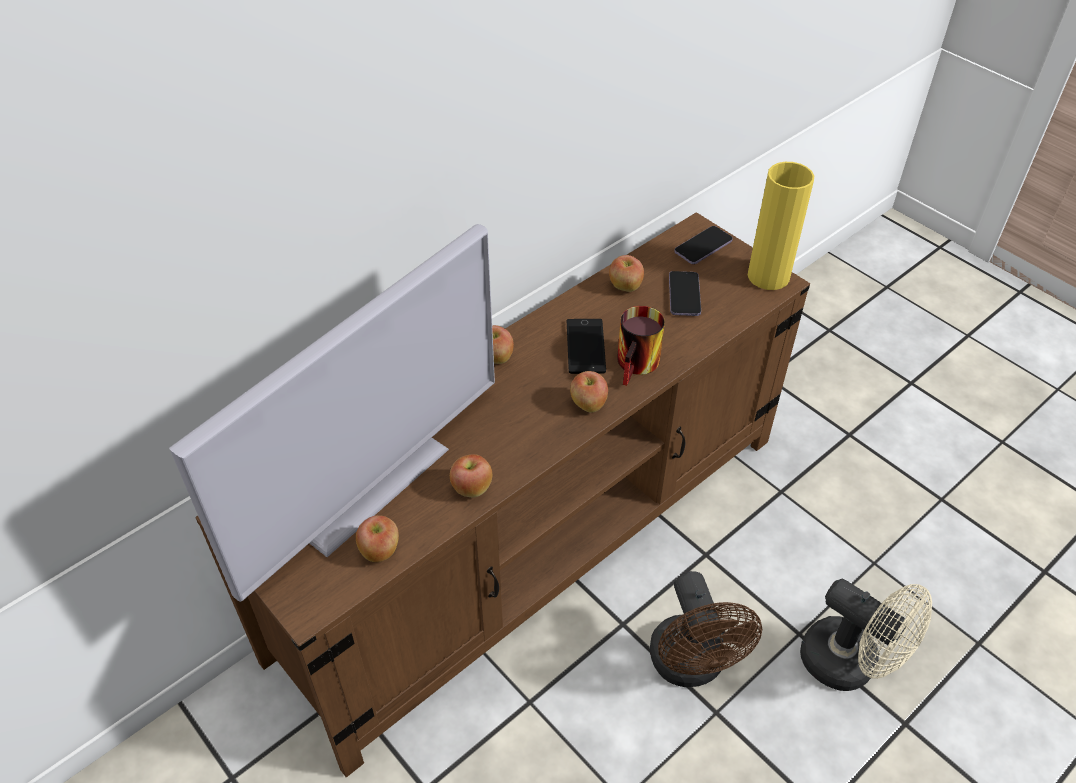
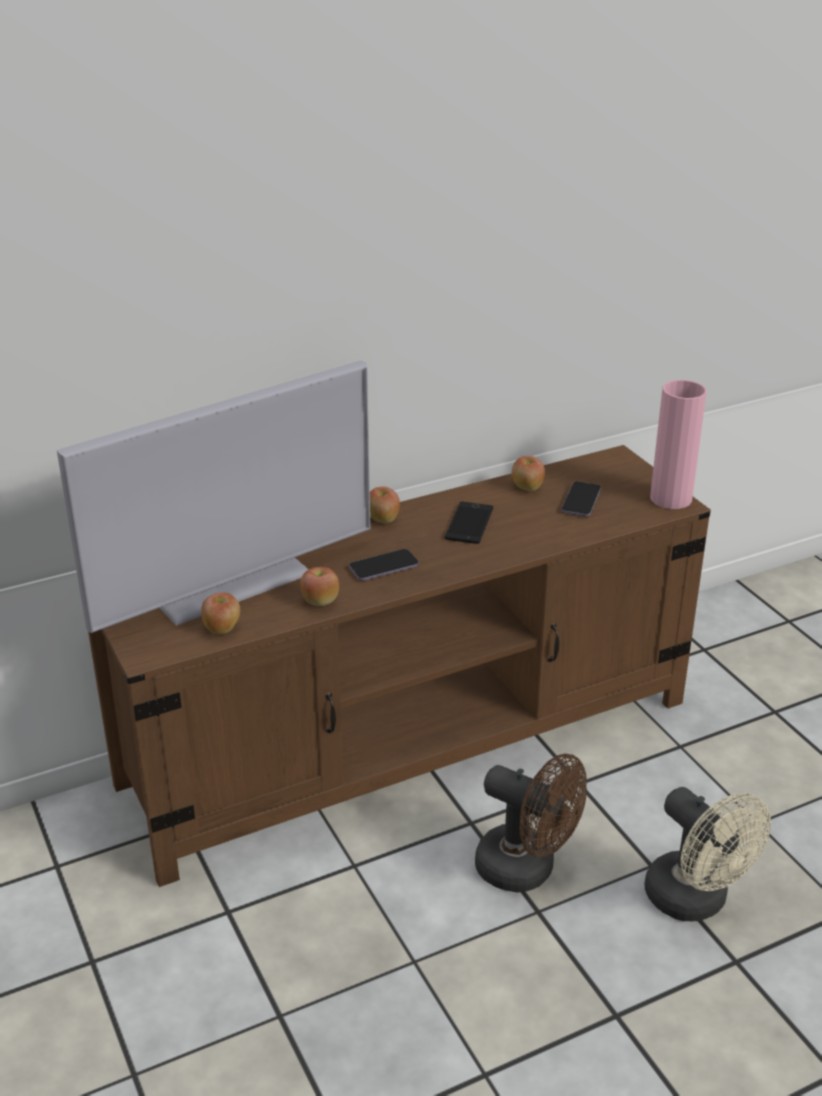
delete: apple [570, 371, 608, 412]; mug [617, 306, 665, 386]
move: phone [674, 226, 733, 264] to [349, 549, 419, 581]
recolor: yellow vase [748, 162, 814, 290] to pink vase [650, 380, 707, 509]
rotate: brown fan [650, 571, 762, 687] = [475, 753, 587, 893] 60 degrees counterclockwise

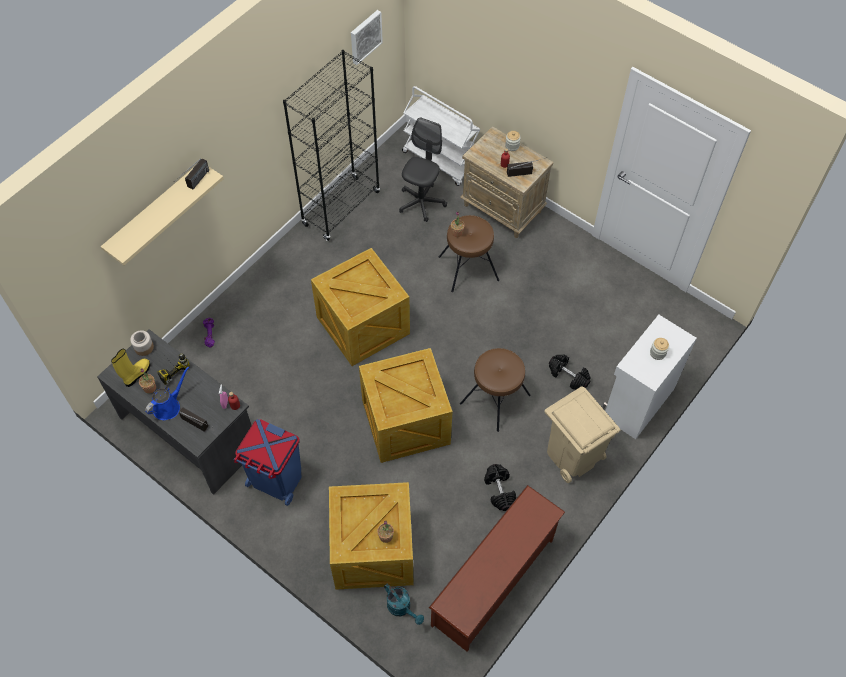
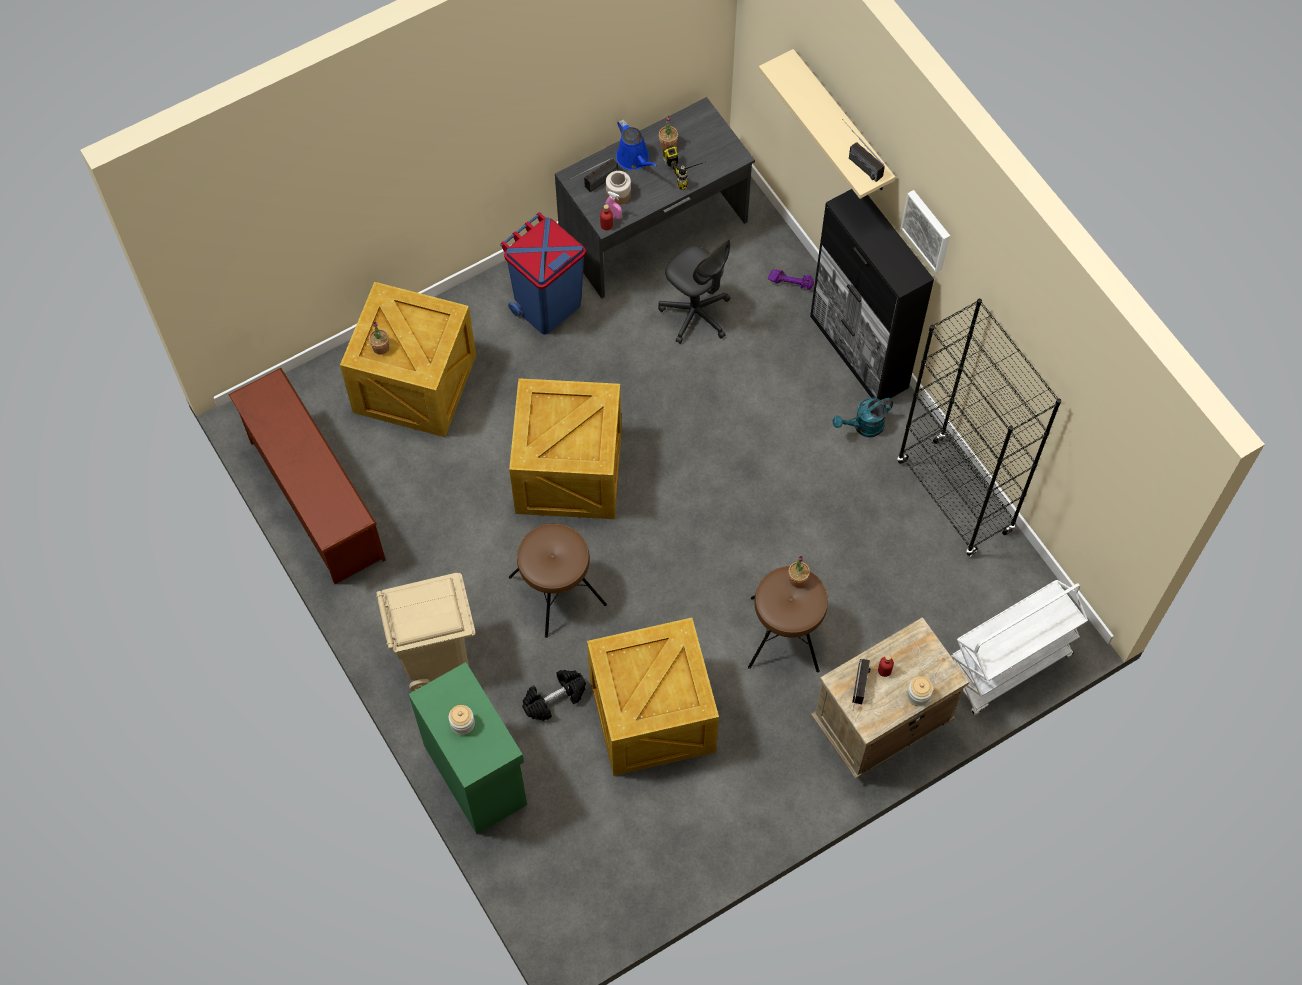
delete: yellow boot [111, 349, 151, 387]; black dumbbell [484, 464, 516, 511]
insert: black cabinet [810, 189, 934, 400]
move: jar [130, 330, 154, 356] to [606, 171, 631, 205]; crate [311, 248, 410, 366] to [587, 618, 719, 776]; picture [351, 10, 383, 65] to [901, 190, 950, 273]; turquoise watering can [384, 584, 424, 625] to [833, 398, 893, 437]; grey office chair [399, 117, 447, 222] to [658, 236, 732, 344]
recolor: white cabinet [602, 315, 697, 439] to green cabinet [408, 662, 527, 834]

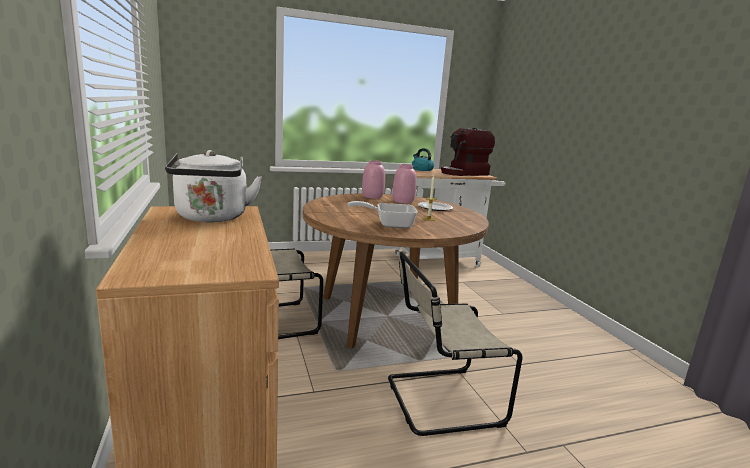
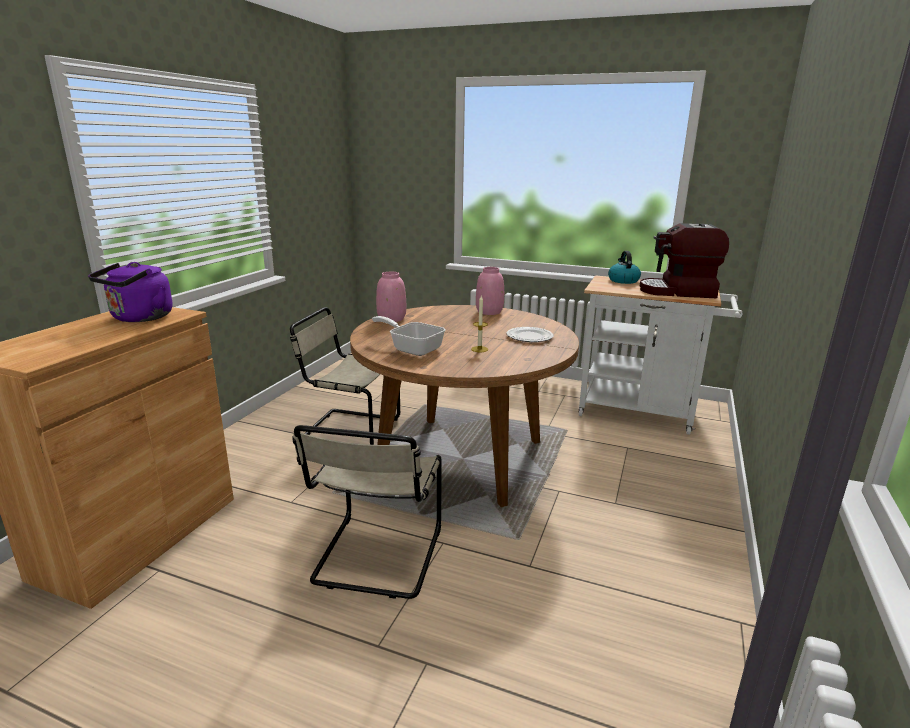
move: pink vase [392, 164, 417, 203] to [376, 272, 406, 322]
recolor: white kettle [165, 150, 262, 222] to purple kettle [88, 262, 172, 322]
rotate: beige chair [388, 252, 522, 436] = [292, 425, 442, 599] 105 degrees counterclockwise

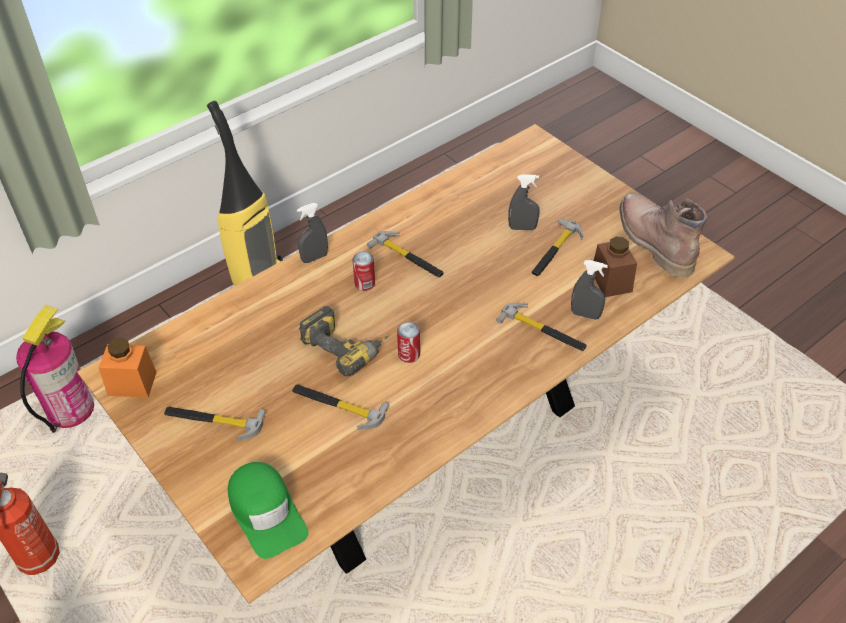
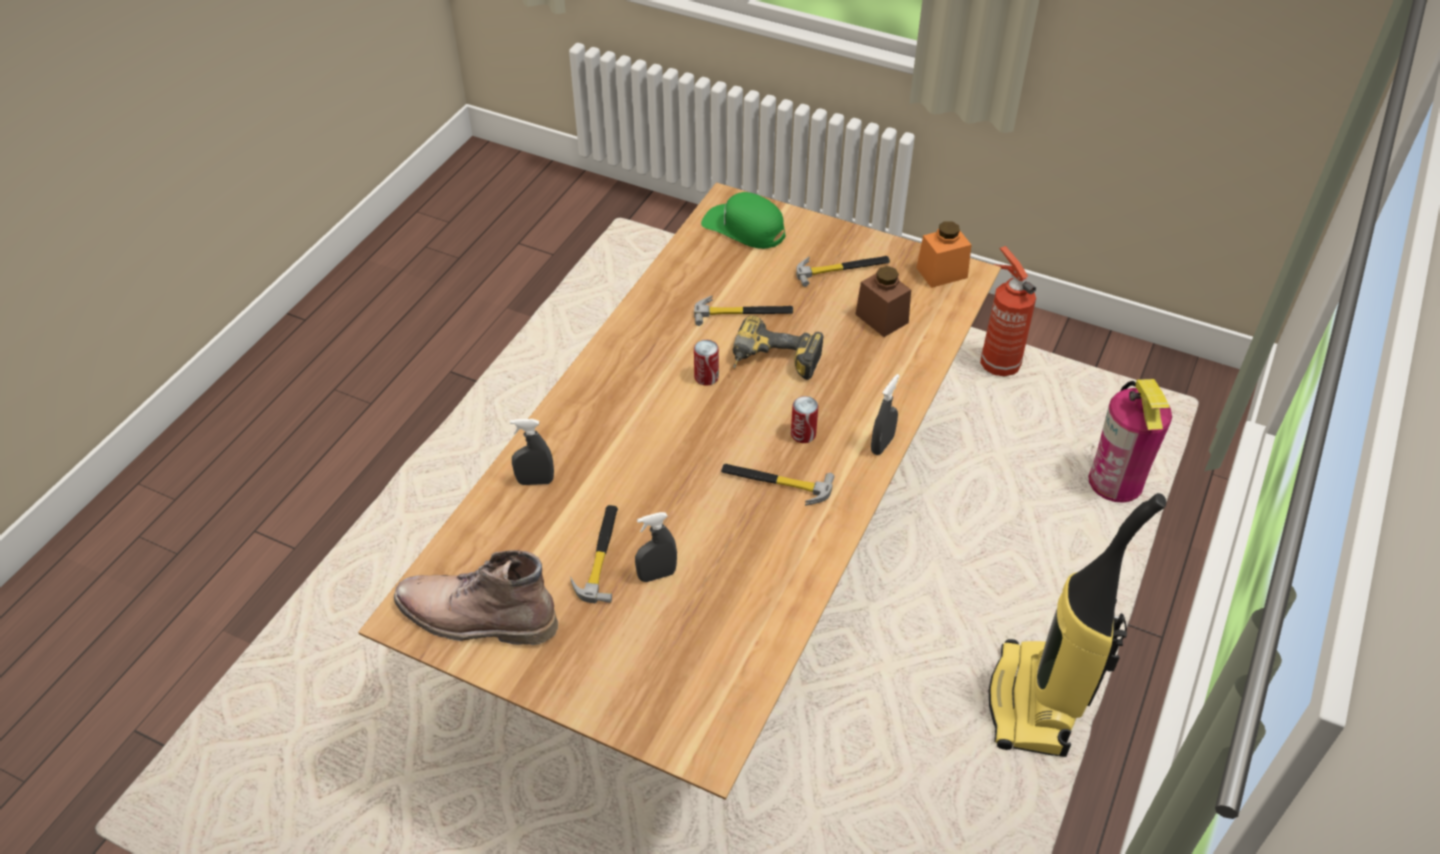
delete: hammer [496, 303, 587, 351]
move: brown jar [594, 237, 637, 297] to [855, 266, 911, 337]
rotate: brown boot [620, 193, 707, 278] = [394, 550, 558, 645] 150 degrees clockwise

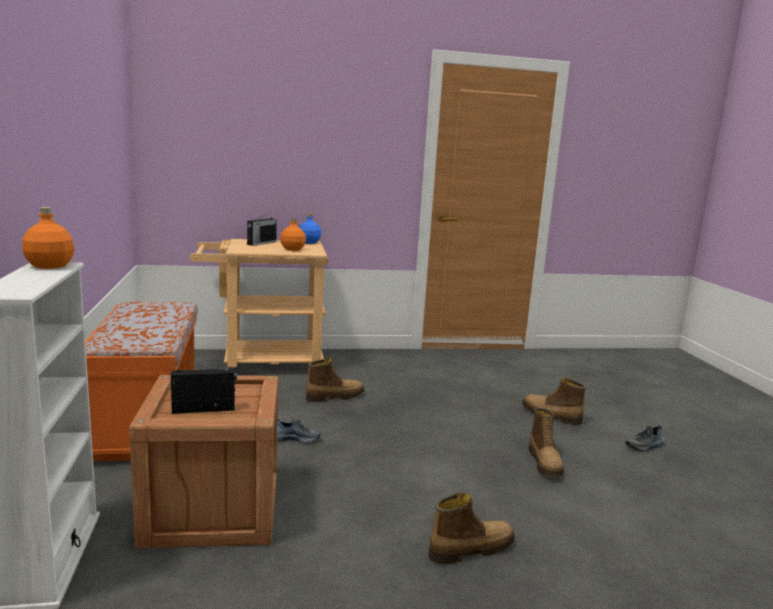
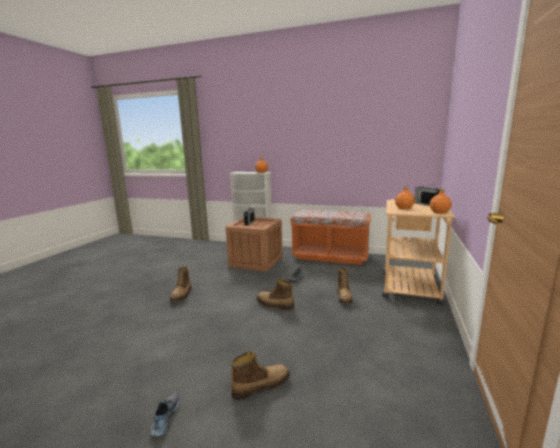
move: boot [528, 407, 564, 477] to [257, 279, 294, 310]
recolor: blue bottle [299, 213, 321, 244] to orange bottle [430, 188, 452, 214]

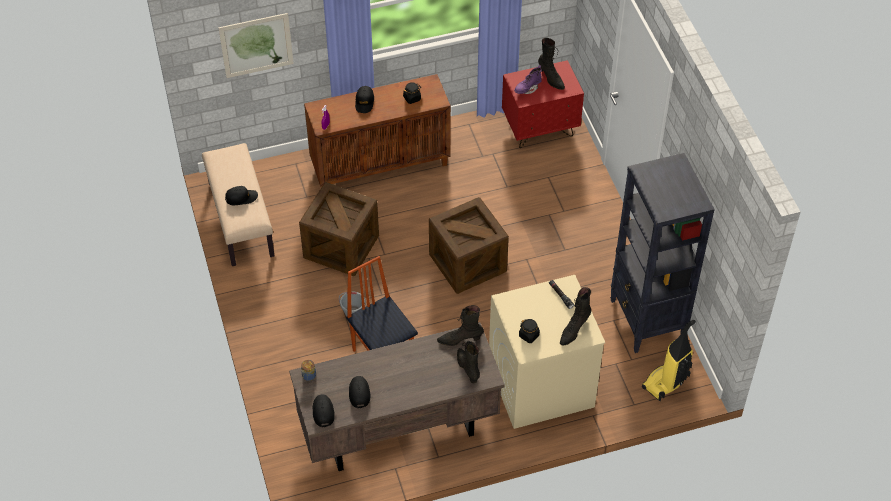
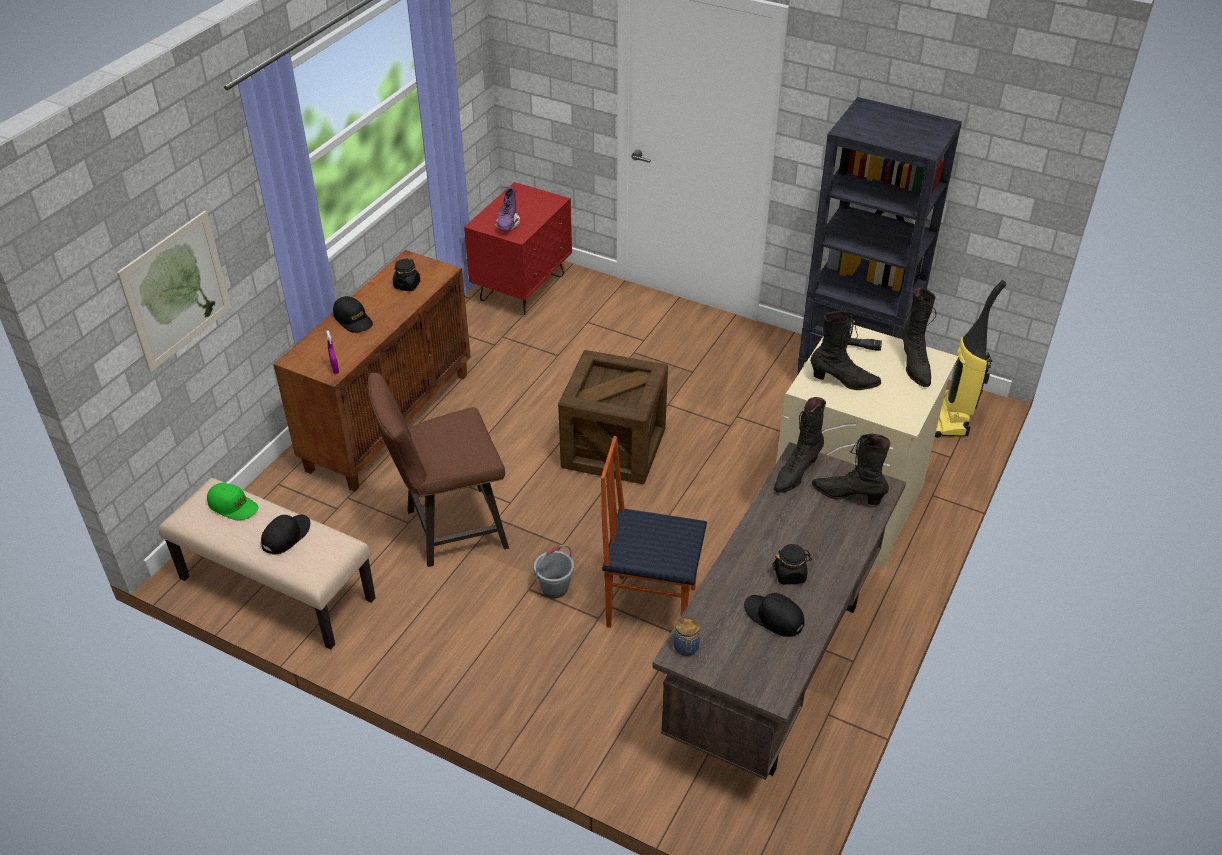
delete: black cap [313, 394, 335, 427]
insert: green cap [207, 483, 259, 520]
move: black jar [519, 319, 540, 343] to [773, 544, 812, 585]; black boot [538, 38, 565, 90] to [810, 311, 881, 390]
replace: crate [299, 182, 379, 276] to brown stool [368, 373, 509, 567]

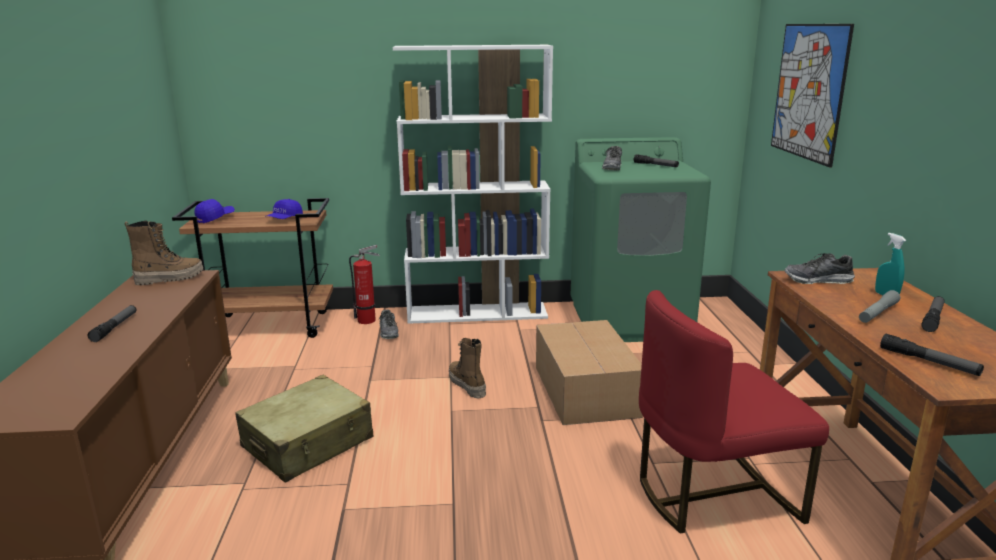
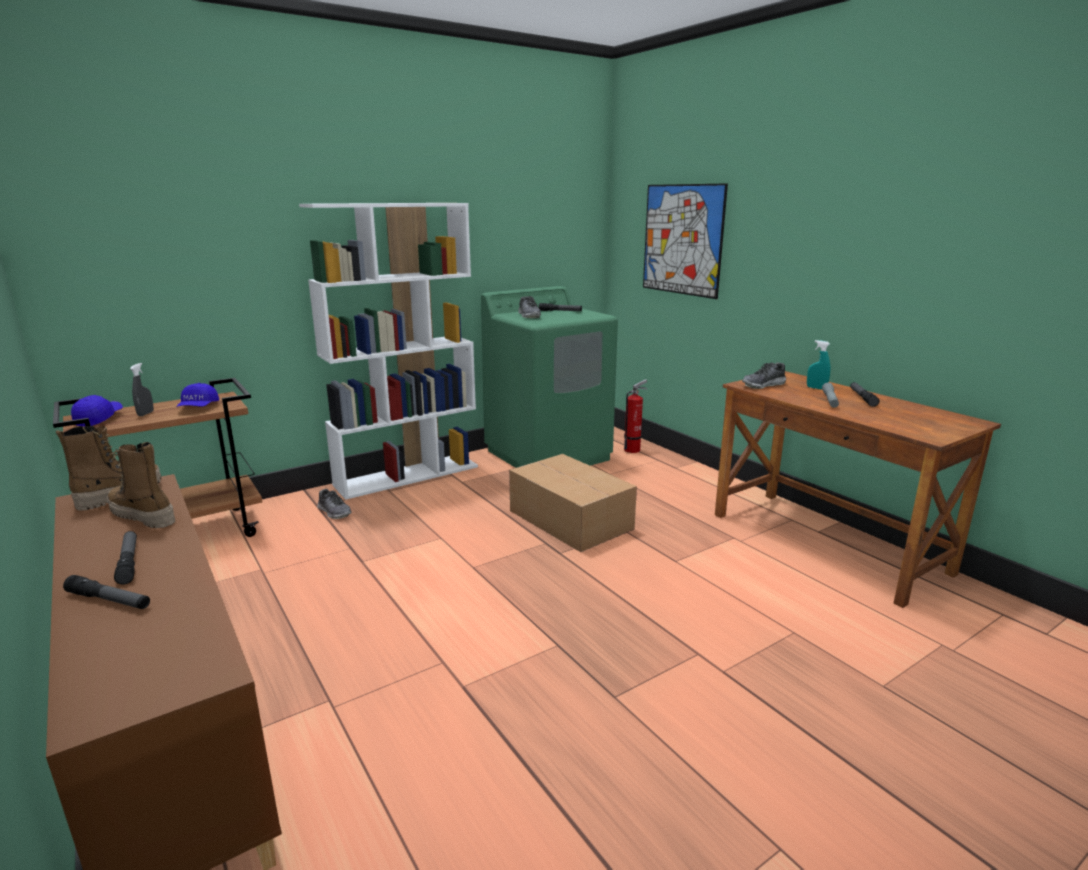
delete: beige suitcase [235, 375, 373, 483]; red chair [639, 290, 829, 534]
insert: grey spray bottle [130, 363, 154, 416]
move: fire extinguisher [349, 245, 380, 324] to [624, 379, 647, 453]; boot [449, 338, 486, 399] to [107, 442, 175, 528]; flashlight [880, 334, 984, 376] to [63, 575, 150, 609]

